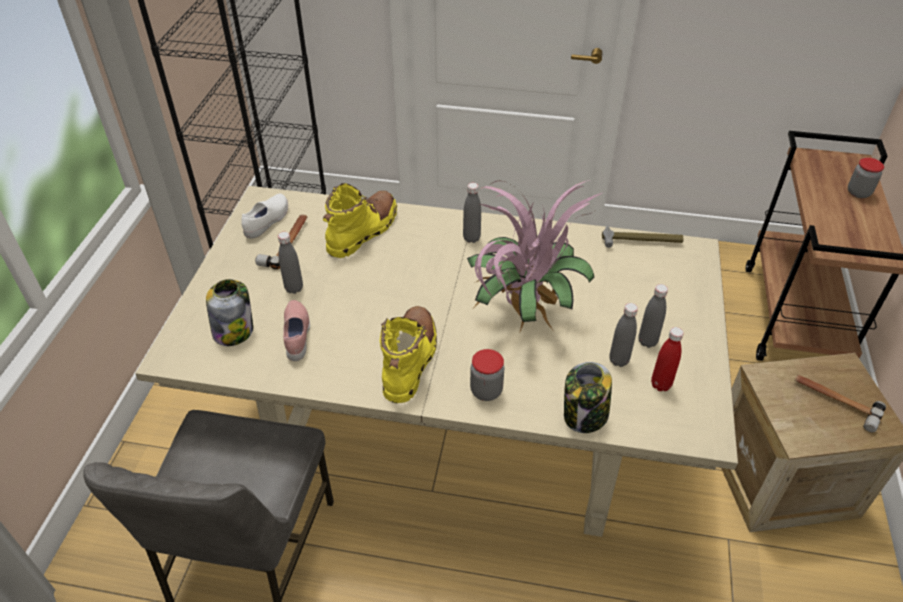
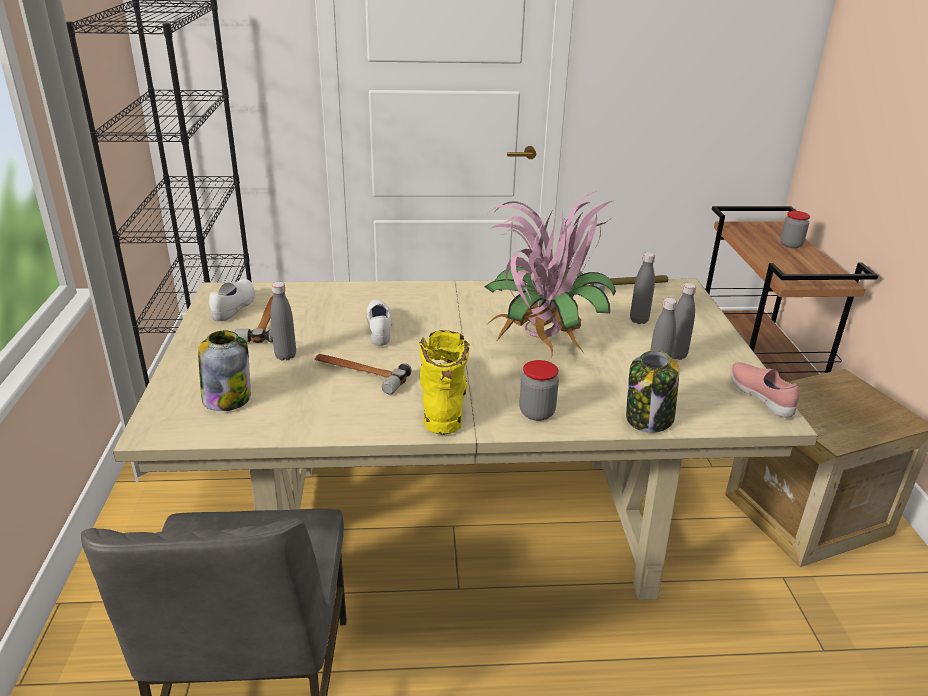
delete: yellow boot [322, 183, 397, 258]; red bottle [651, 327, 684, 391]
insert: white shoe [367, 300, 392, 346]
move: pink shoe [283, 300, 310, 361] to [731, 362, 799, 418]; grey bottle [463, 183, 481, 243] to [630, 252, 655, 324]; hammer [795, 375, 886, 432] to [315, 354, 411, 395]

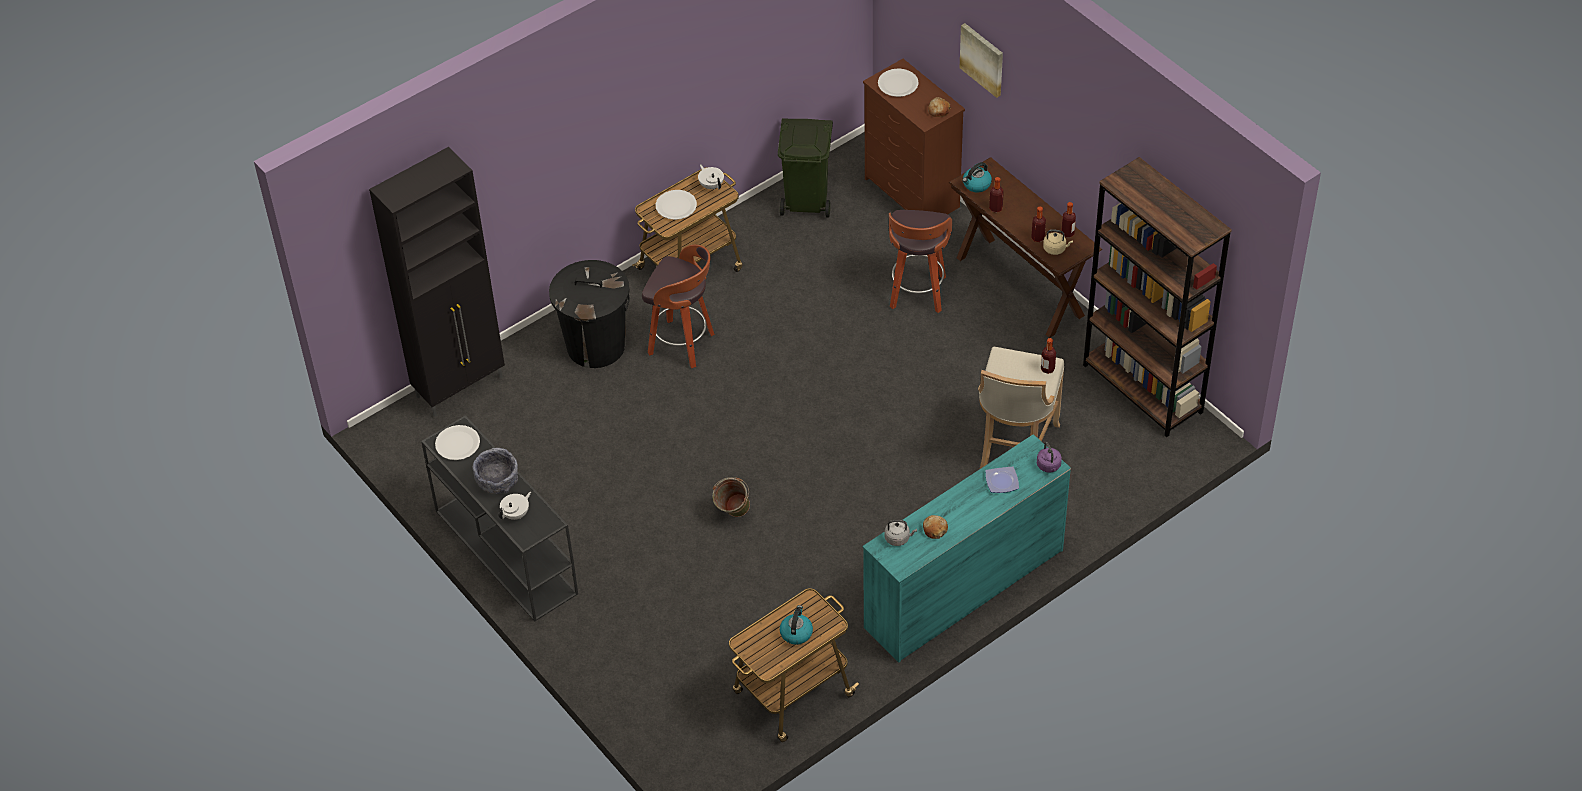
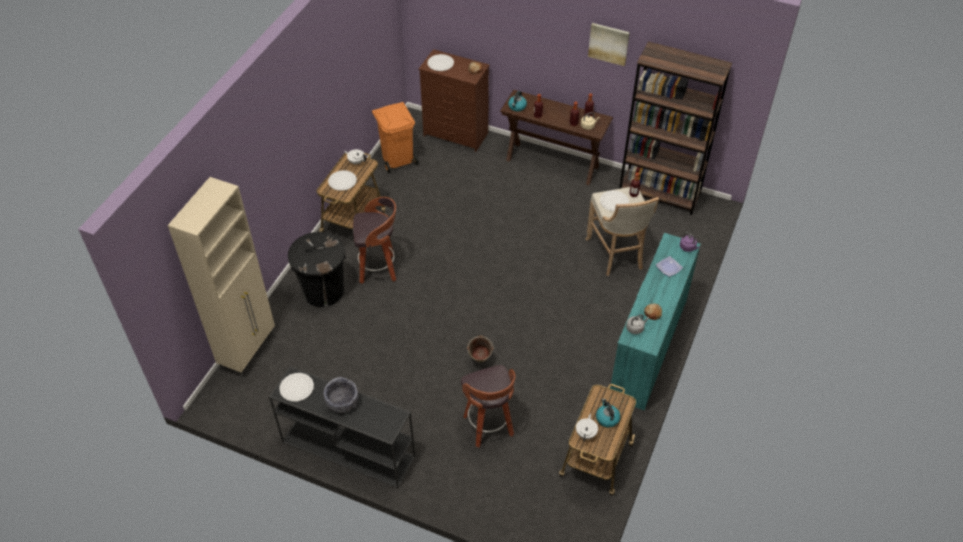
insert: white plate [600, 190, 629, 211]
move: white teapot [498, 492, 531, 520] to [576, 414, 598, 442]; stool [888, 210, 952, 313] to [461, 365, 515, 447]; picture [960, 23, 1003, 98] to [588, 23, 630, 66]
recolor: black cabinet [369, 147, 505, 417] to beige cabinet [168, 177, 275, 379]; green trash can [778, 118, 833, 218] to orange trash can [372, 102, 418, 173]

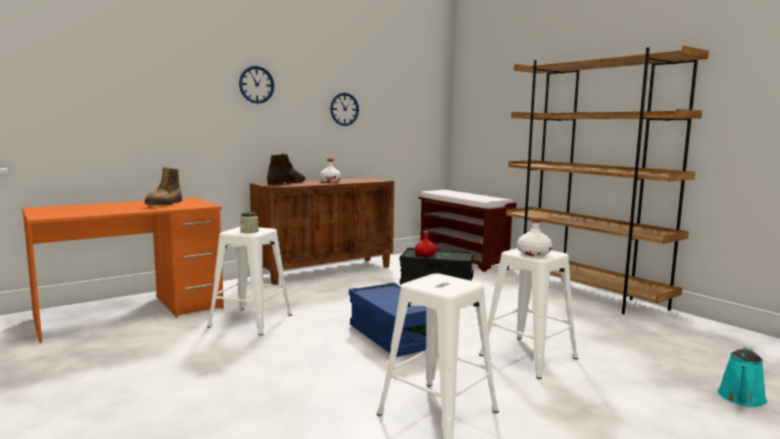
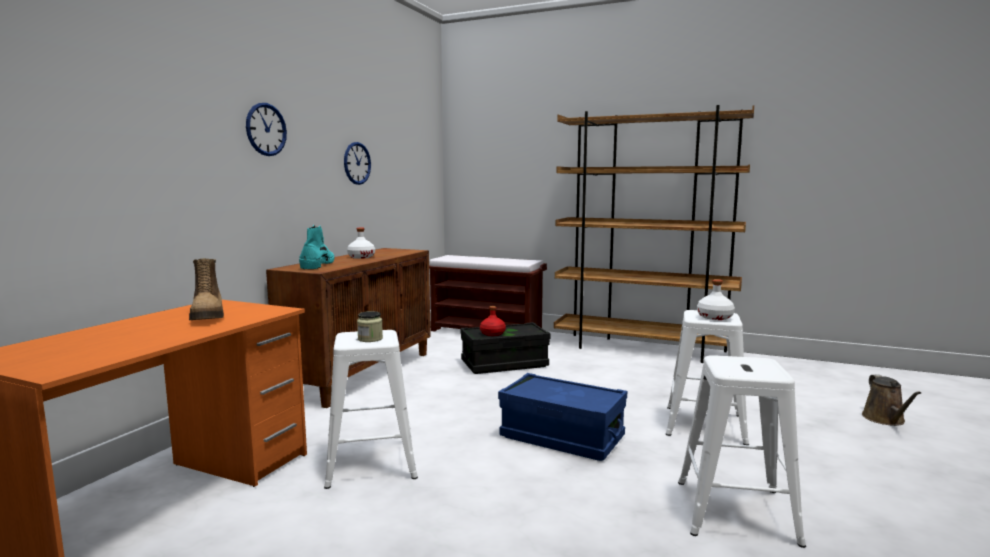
recolor: brown boot [267, 154, 306, 185] to turquoise boot [299, 225, 334, 269]; turquoise watering can [718, 347, 767, 407] to brown watering can [862, 375, 921, 426]

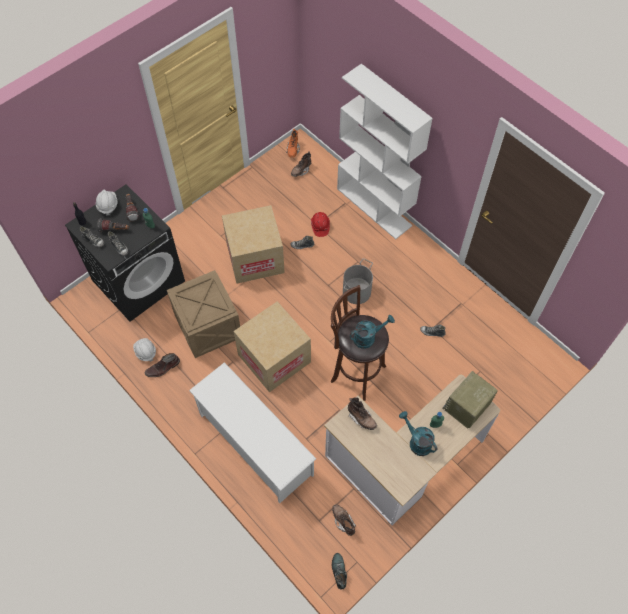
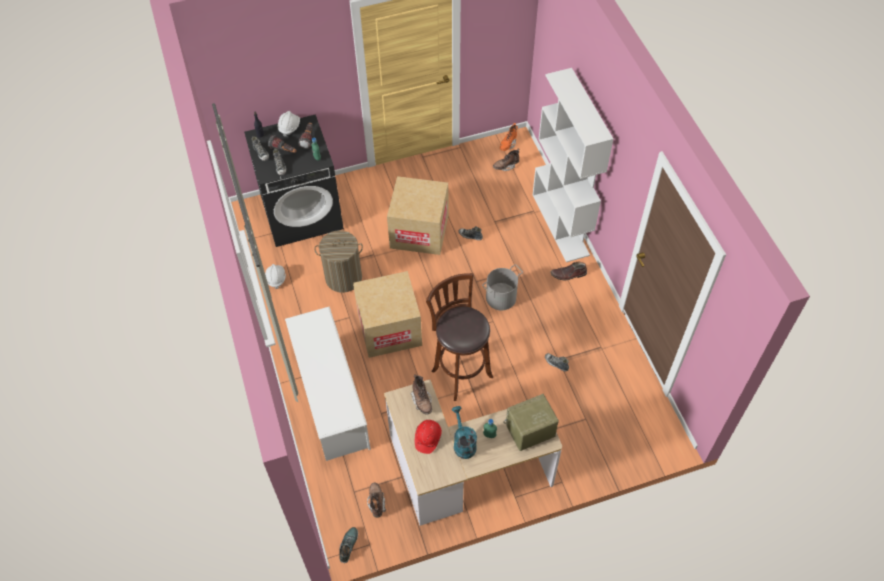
delete: turquoise watering can [350, 315, 395, 349]
move: brown boot [145, 353, 180, 377] to [551, 262, 587, 280]; red hard hat [311, 212, 330, 237] to [415, 420, 442, 454]
replace: crate [167, 270, 240, 358] to laundry basket [314, 230, 363, 293]

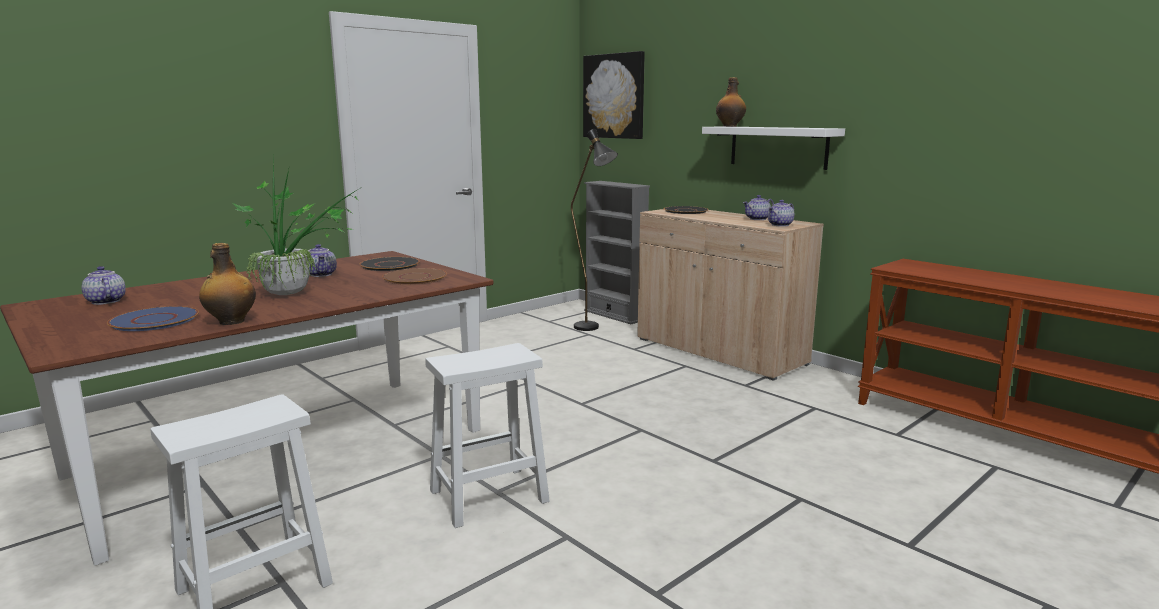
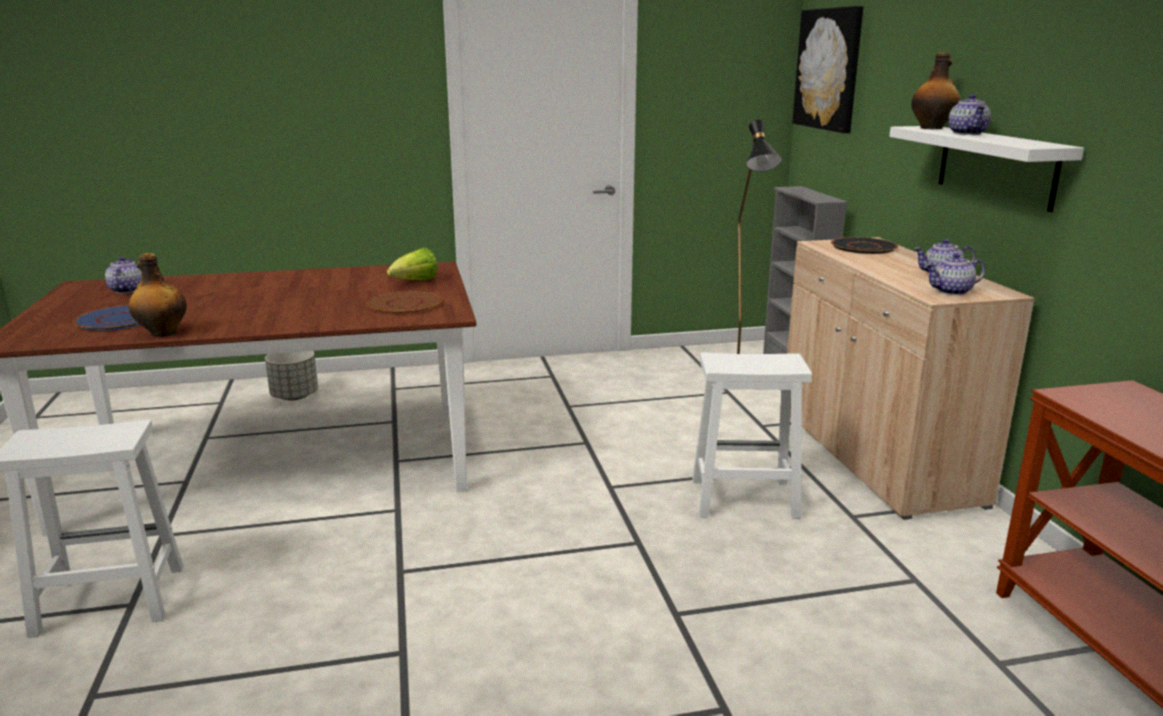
delete: potted plant [233, 162, 360, 295]
insert: grey planter [265, 351, 318, 401]
move: teapot [308, 244, 337, 277] to [948, 94, 991, 135]; white stool [425, 343, 550, 528] to [692, 353, 812, 519]
replace: black plate [360, 257, 420, 271] to lettuce [387, 248, 438, 280]

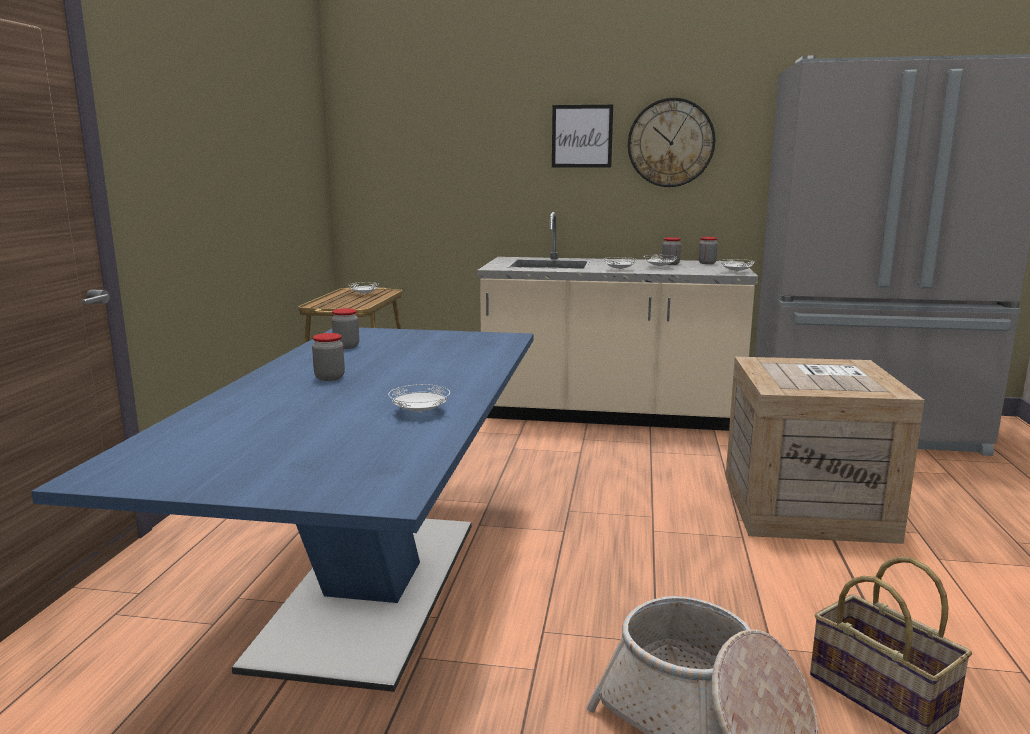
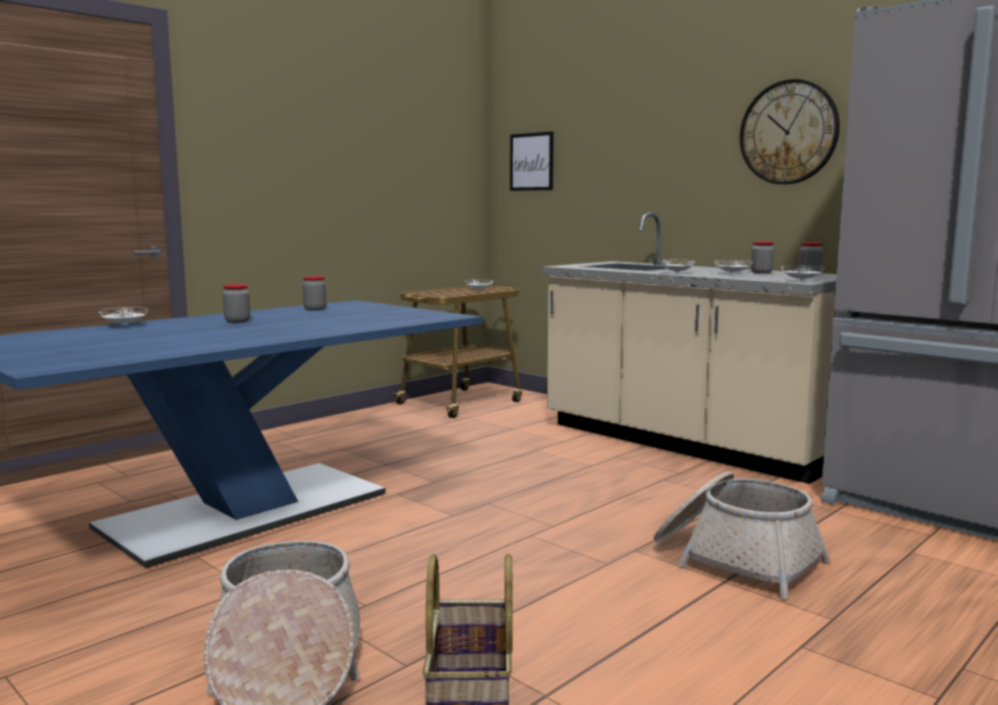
move: white plate [388, 384, 450, 413] to [98, 307, 148, 325]; picture [552, 105, 613, 168] to [510, 131, 554, 191]
replace: crate [726, 357, 924, 544] to basket [654, 471, 830, 599]

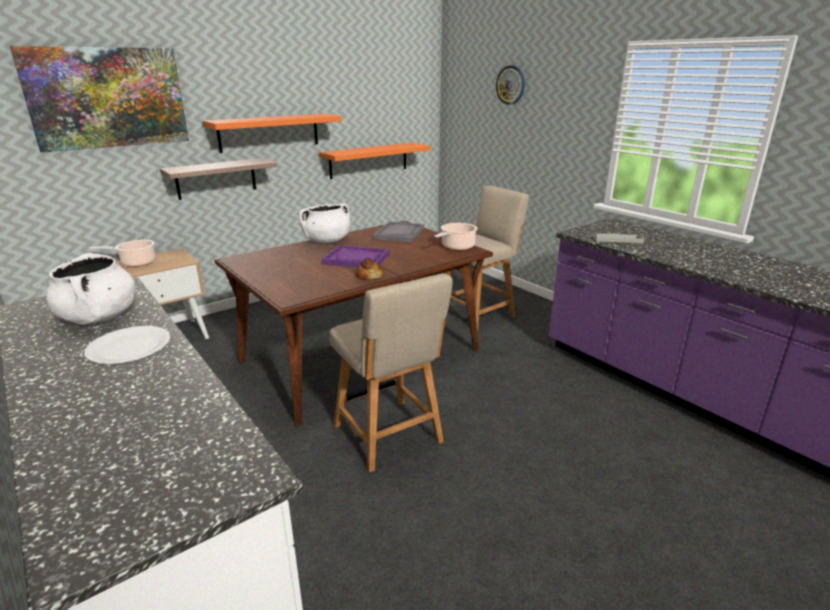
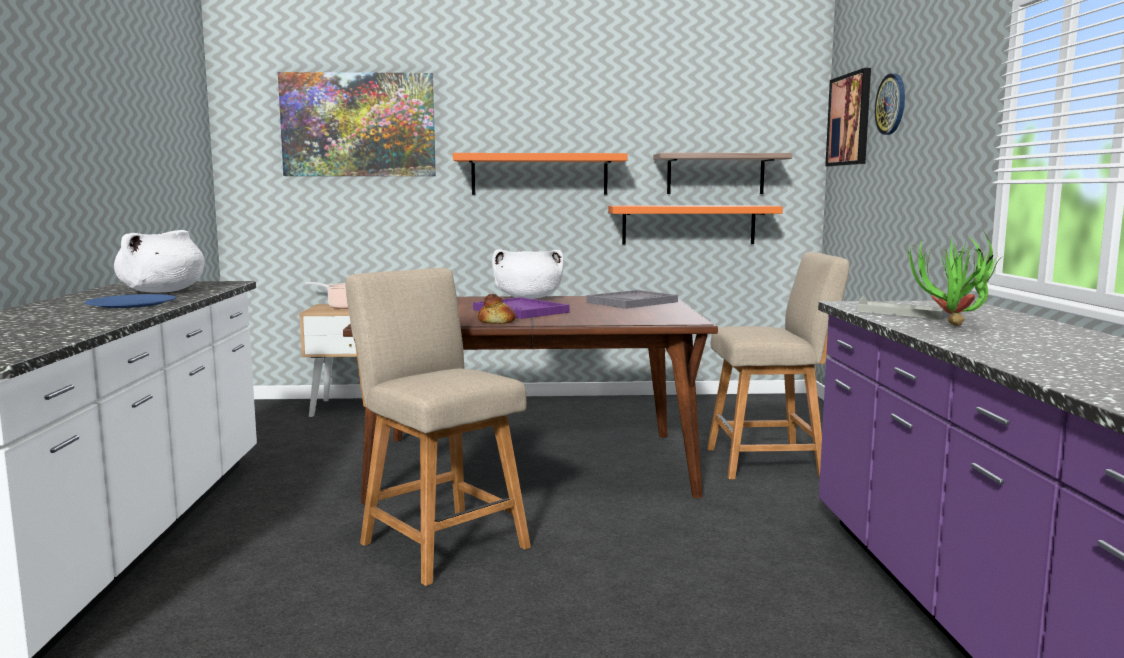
delete: cooking pot [435, 223, 477, 250]
insert: picture [825, 68, 871, 166]; potted plant [908, 230, 1002, 326]
move: shelf [160, 158, 277, 200] to [653, 153, 792, 194]
recolor: white plate [84, 326, 171, 364] to blue plate [85, 294, 176, 308]
rotate: beige chair [329, 273, 453, 472] = [345, 268, 531, 586] 135 degrees clockwise

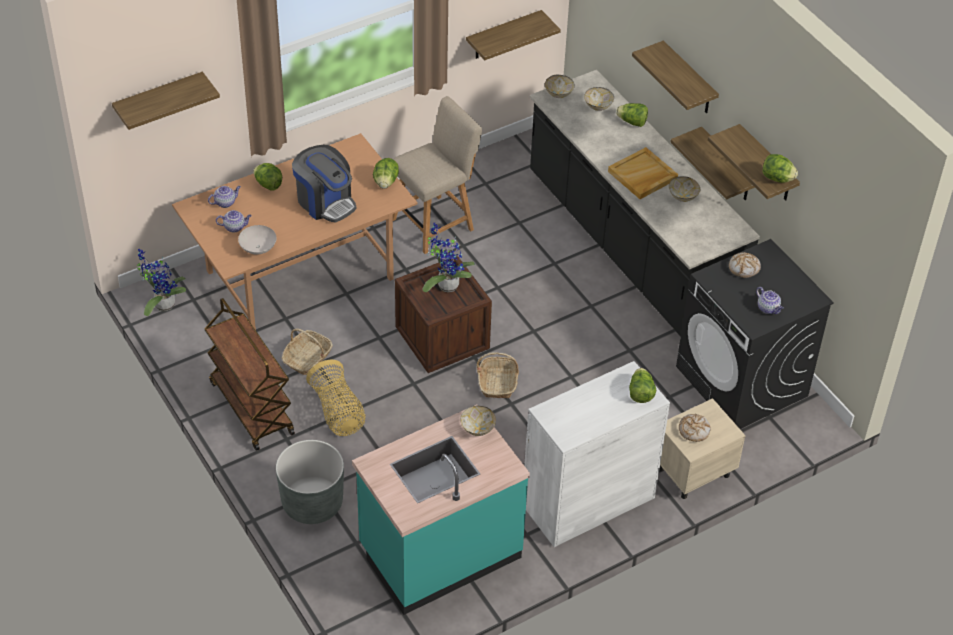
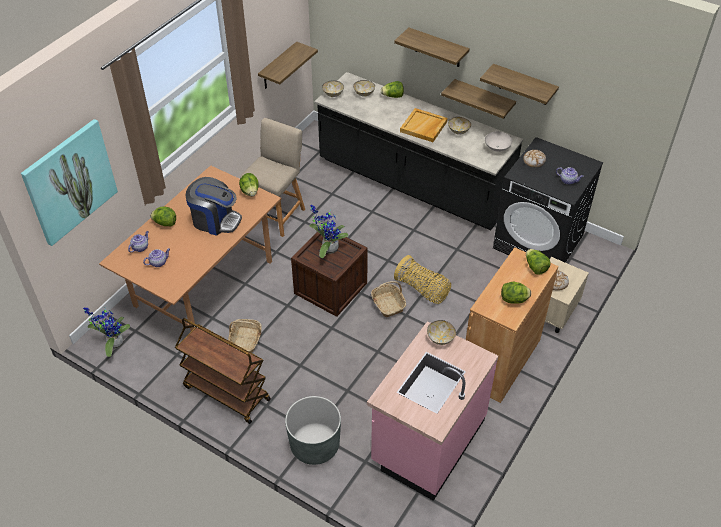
move: white bowl [238, 225, 277, 255] to [485, 131, 513, 152]; basket [306, 359, 365, 436] to [394, 255, 451, 304]; lettuce [762, 154, 798, 183] to [501, 282, 531, 304]
replace: shelf [112, 72, 220, 130] to picture [21, 119, 118, 246]
recolor: turquoise counter [352, 404, 530, 615] to pink counter [367, 321, 498, 501]; white cabinet [524, 361, 670, 547] to brown cabinet [466, 247, 558, 403]

